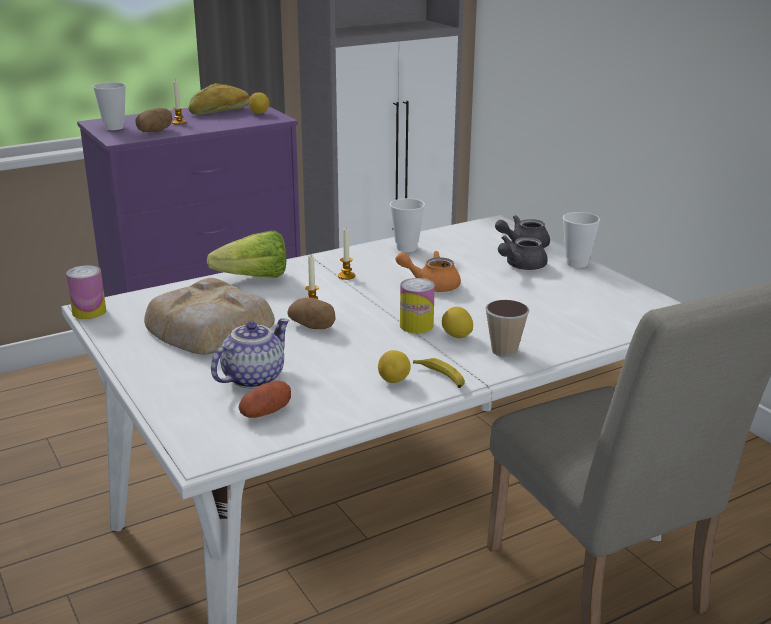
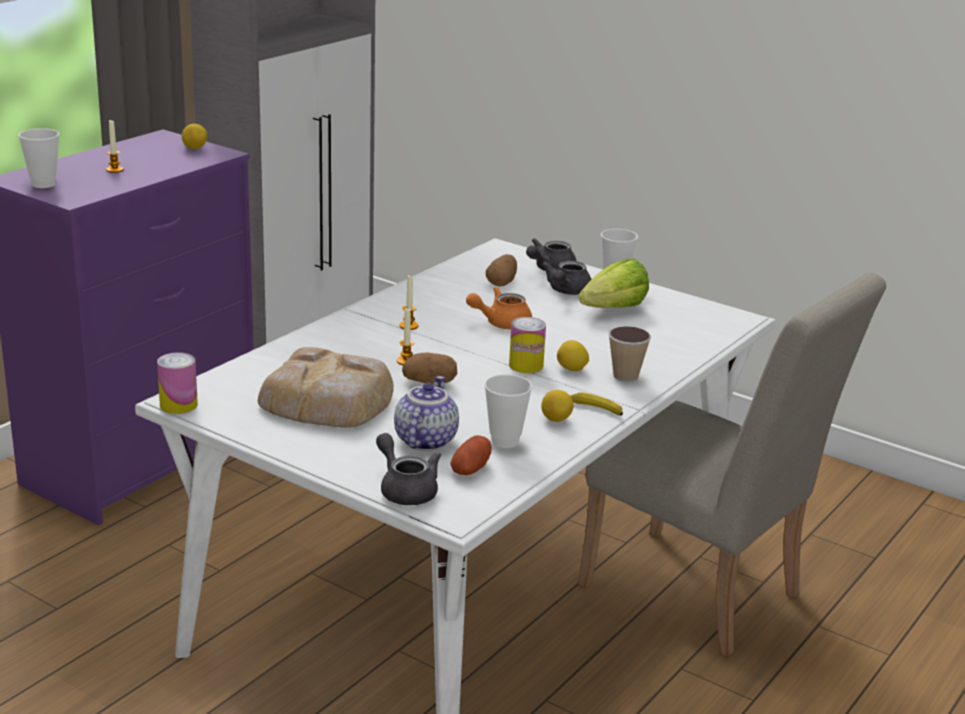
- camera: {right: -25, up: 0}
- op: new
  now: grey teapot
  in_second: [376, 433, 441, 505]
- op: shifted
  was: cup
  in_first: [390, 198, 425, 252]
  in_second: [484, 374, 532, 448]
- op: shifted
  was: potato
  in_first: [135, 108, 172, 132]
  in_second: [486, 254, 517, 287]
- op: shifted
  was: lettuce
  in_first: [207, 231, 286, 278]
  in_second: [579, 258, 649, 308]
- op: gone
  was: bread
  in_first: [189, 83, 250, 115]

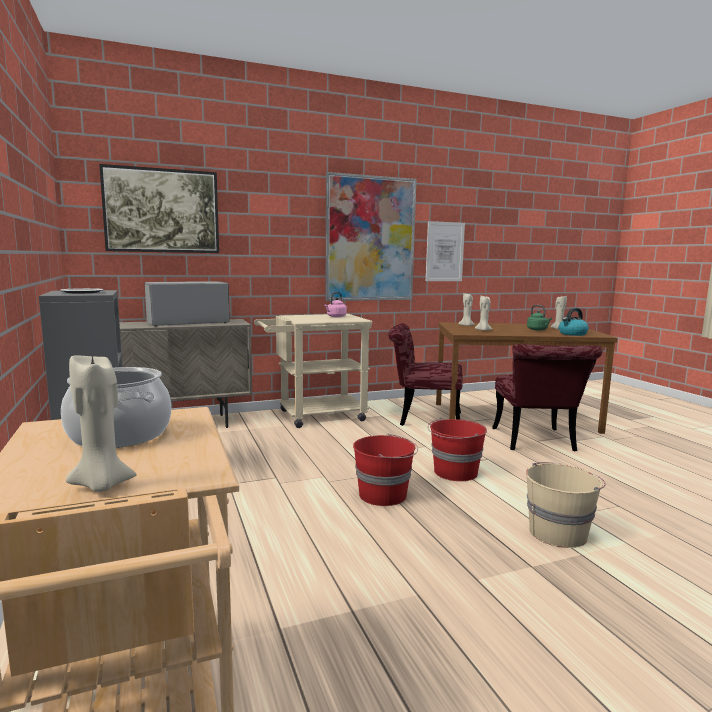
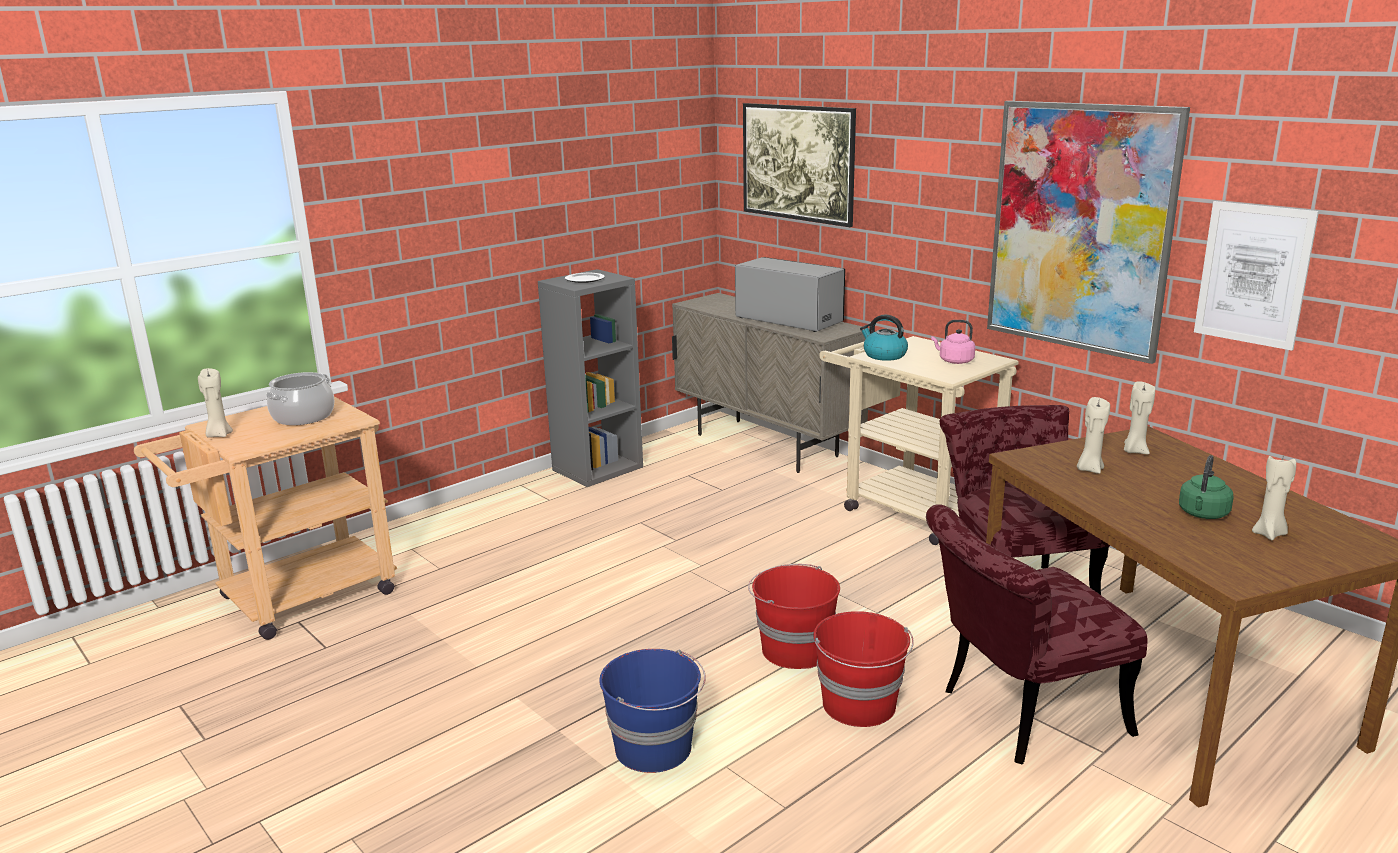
- camera: {right: 70, up: 10}
- op: repainted
  was: beige bucket
  now: blue bucket
  in_first: [526, 462, 606, 548]
  in_second: [599, 649, 706, 773]
- op: shifted
  was: red bucket
  in_first: [353, 434, 418, 506]
  in_second: [814, 611, 914, 727]
- op: shifted
  was: kettle
  in_first: [559, 308, 589, 336]
  in_second: [860, 315, 908, 361]

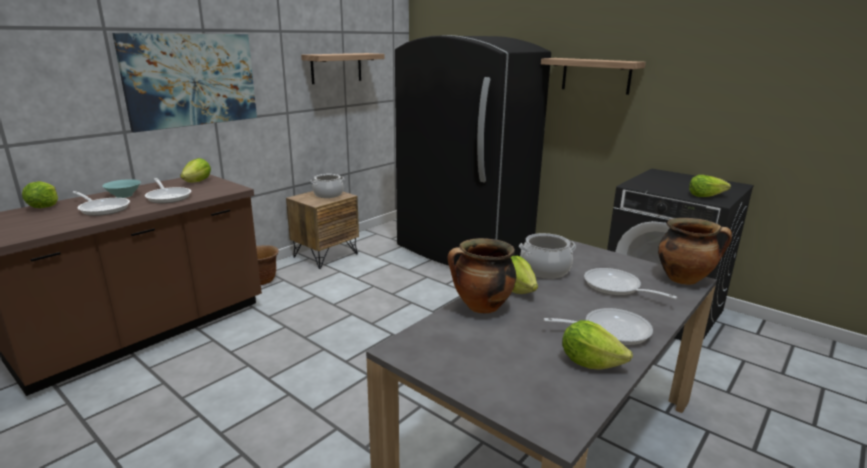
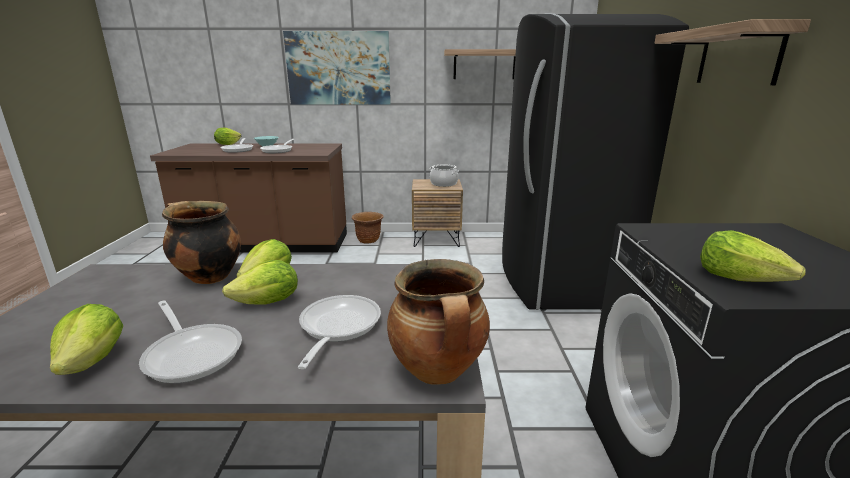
- camera: {right: 50, up: 0}
- op: shifted
  was: lettuce
  in_first: [180, 158, 211, 183]
  in_second: [222, 260, 298, 305]
- op: gone
  was: cooking pot
  in_first: [519, 233, 576, 279]

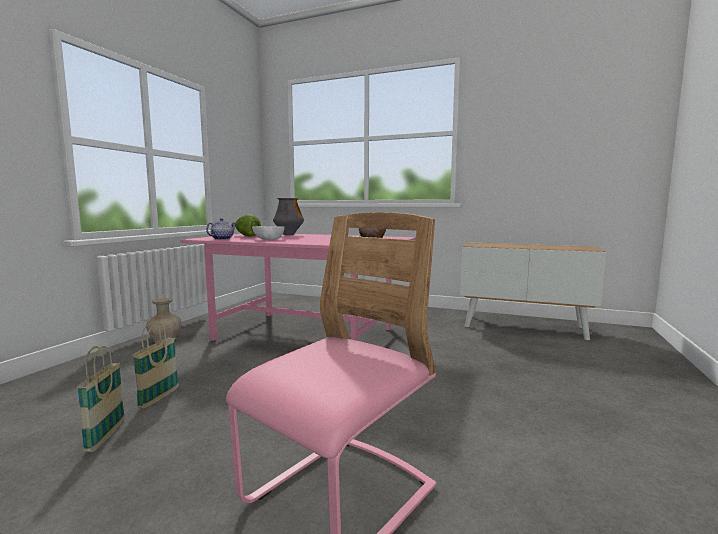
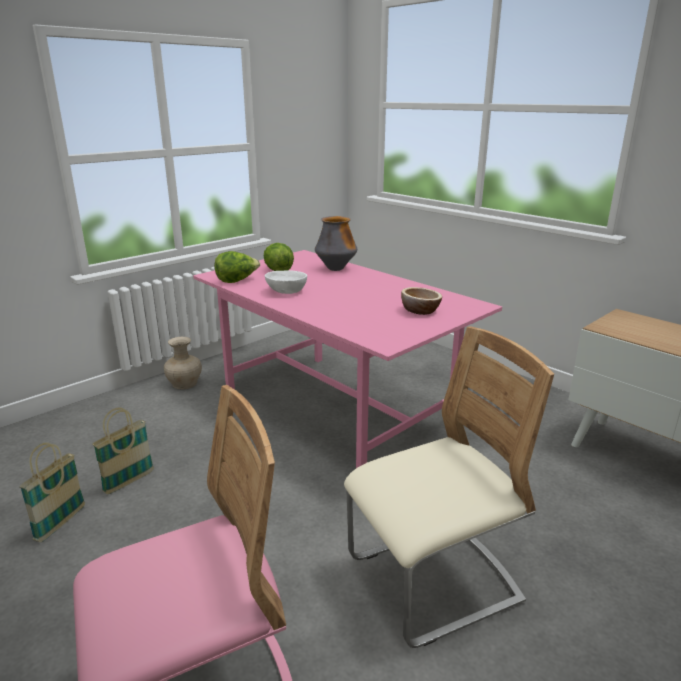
- camera: {right: 25, up: 15}
- op: swapped
  was: teapot
  now: lettuce
  in_first: [206, 218, 236, 240]
  in_second: [214, 251, 260, 283]
- op: new
  now: beige chair
  in_second: [344, 326, 554, 648]

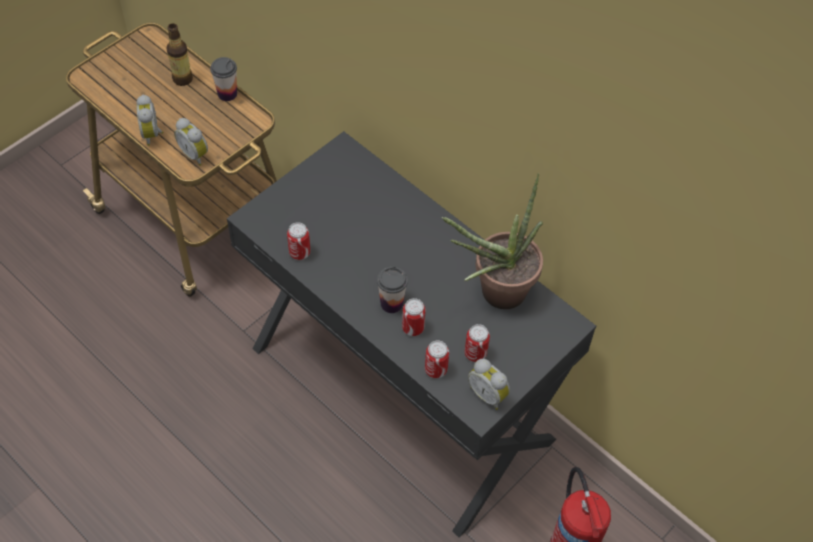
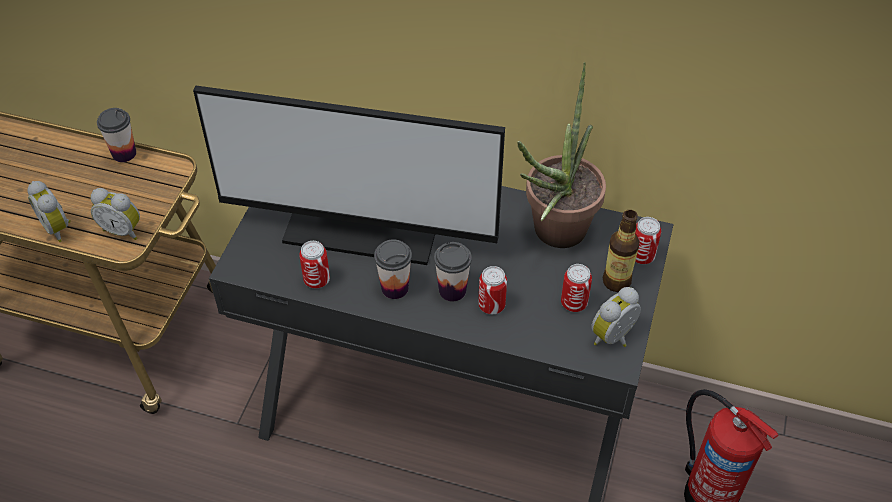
- camera: {right: -25, up: -5}
- op: new
  now: monitor
  in_second: [193, 86, 505, 265]
- op: new
  now: cup
  in_second: [374, 239, 412, 299]
- op: rotated
  was: alarm clock
  in_first: [468, 359, 510, 410]
  in_second: [592, 287, 641, 347]
  clockwise: 120
- op: shifted
  was: bottle
  in_first: [166, 23, 193, 86]
  in_second: [603, 210, 639, 292]
- op: shifted
  was: can
  in_first: [425, 341, 449, 378]
  in_second: [635, 217, 661, 264]

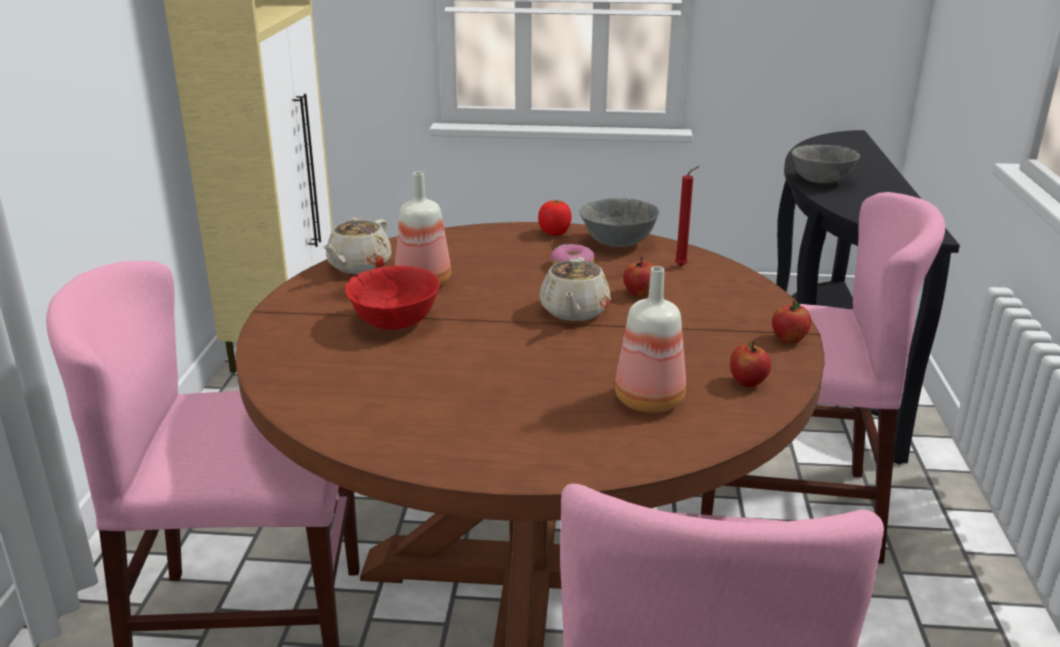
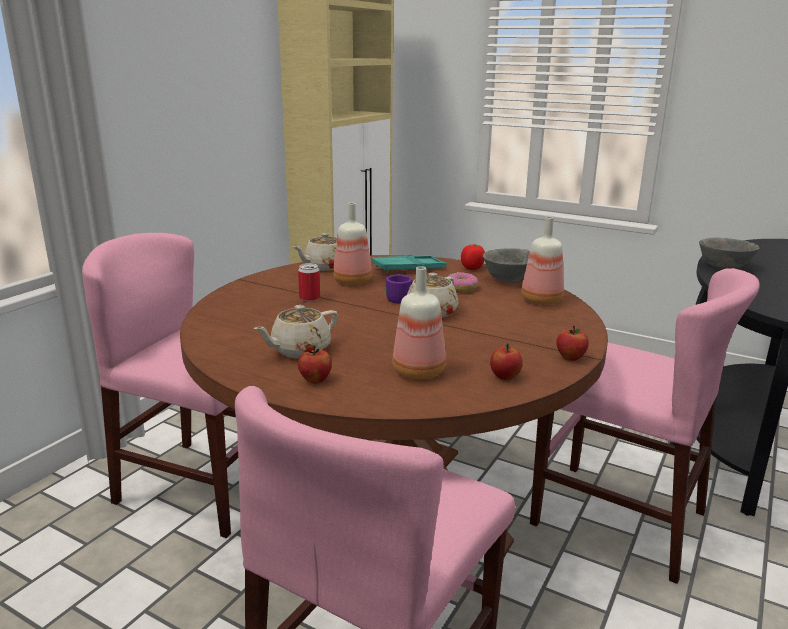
- camera: {right: 25, up: -5}
- op: new
  now: beige teapot
  in_second: [254, 305, 338, 358]
- op: swapped
  was: red bowl
  now: can
  in_first: [345, 266, 440, 330]
  in_second: [298, 263, 320, 302]
- op: shifted
  was: apple
  in_first: [623, 257, 654, 297]
  in_second: [298, 345, 332, 384]
- op: new
  now: turquoise tray
  in_second: [371, 255, 446, 273]
- op: new
  now: purple mug
  in_second: [386, 274, 412, 303]
- op: swapped
  was: red candle
  now: bottle
  in_first: [675, 166, 700, 266]
  in_second: [521, 216, 564, 305]

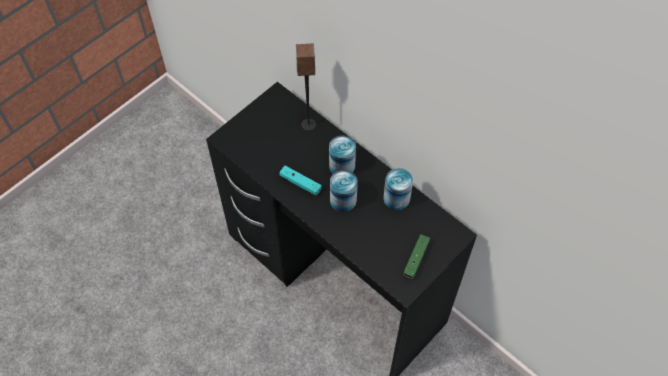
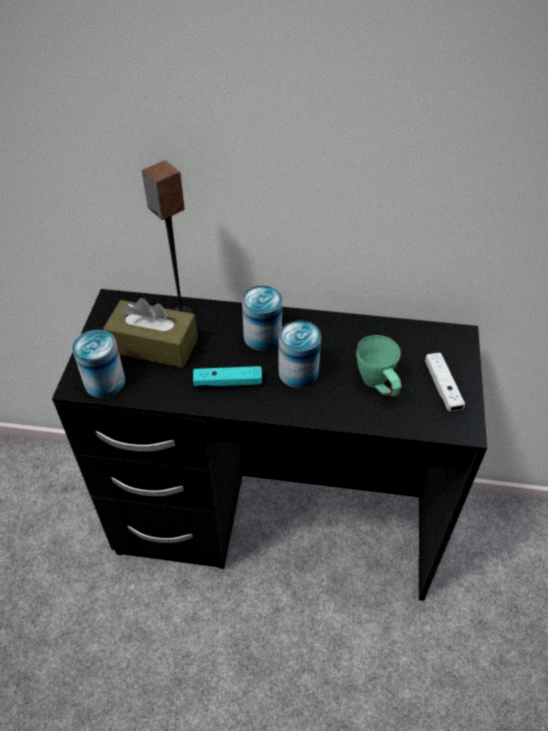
- camera: {right: -35, up: -10}
- op: shifted
  was: can
  in_first: [383, 168, 413, 210]
  in_second: [72, 330, 125, 398]
- op: new
  now: brown tissue box
  in_second: [103, 298, 198, 368]
- op: new
  now: green mug
  in_second: [356, 335, 402, 396]
- op: repainted
  was: green game controller
  now: white game controller
  in_first: [403, 234, 430, 279]
  in_second: [425, 353, 465, 411]

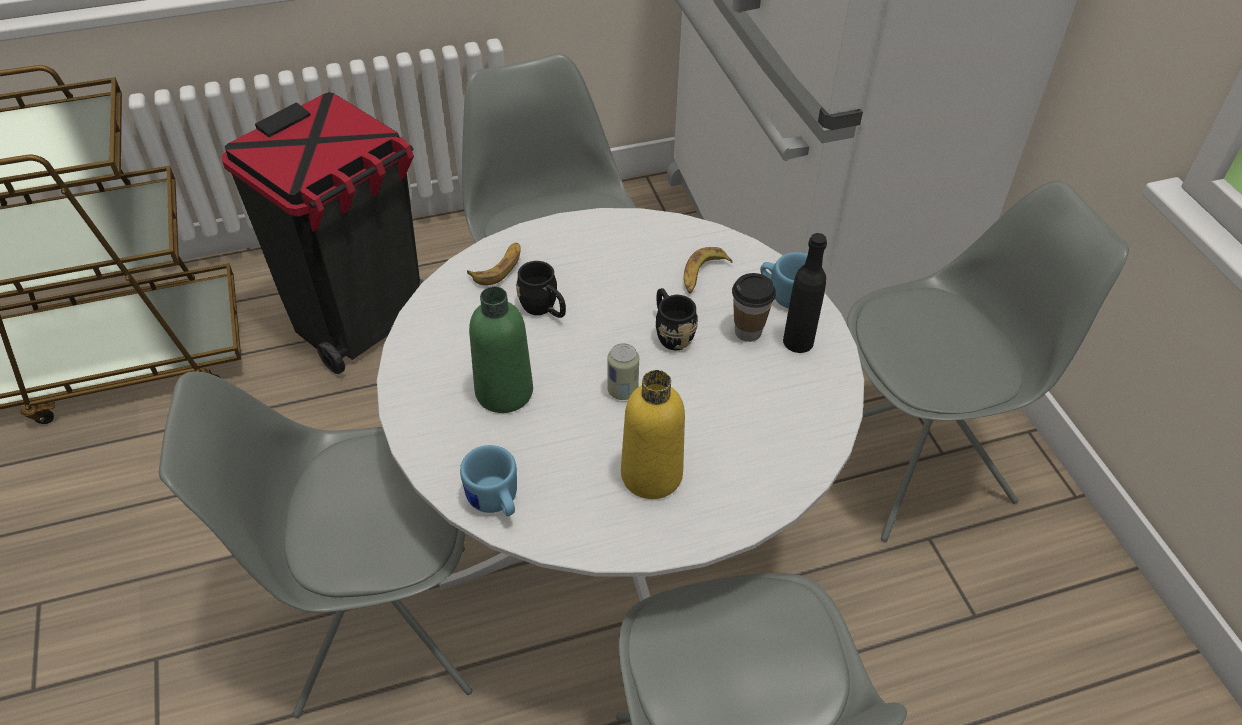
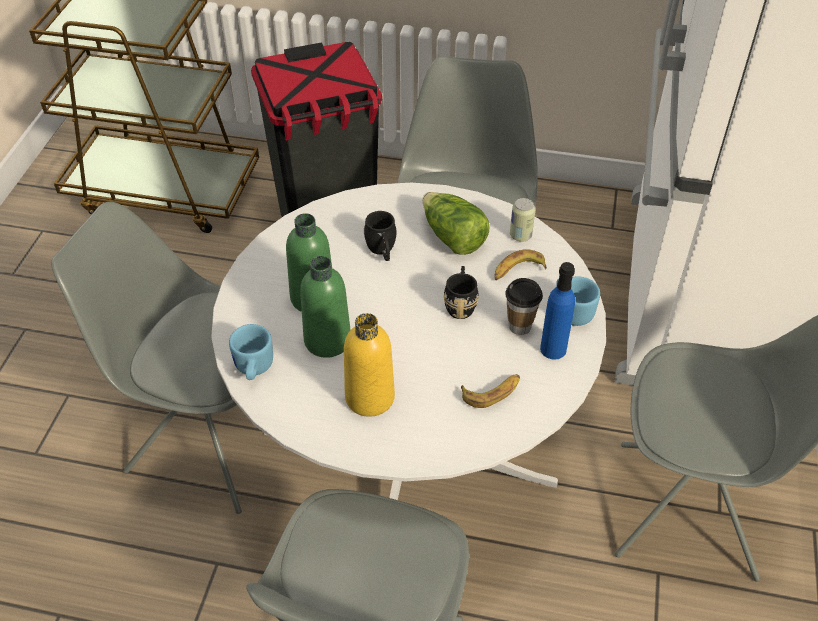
- camera: {right: 30, up: 0}
- op: new
  now: green bottle
  in_second: [300, 256, 351, 358]
- op: new
  now: lettuce
  in_second: [423, 192, 489, 255]
- op: shifted
  was: banana
  in_first: [467, 243, 521, 285]
  in_second: [461, 374, 520, 408]
- op: shifted
  was: can
  in_first: [607, 343, 639, 400]
  in_second: [510, 198, 536, 242]
- op: repainted
  was: black bottle
  now: blue bottle
  in_first: [783, 233, 827, 353]
  in_second: [540, 262, 575, 360]

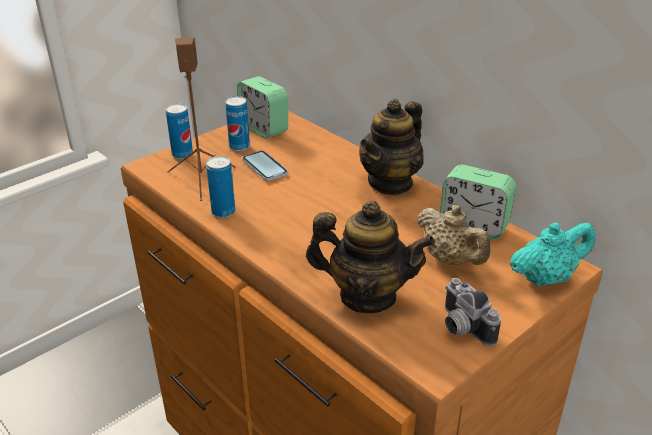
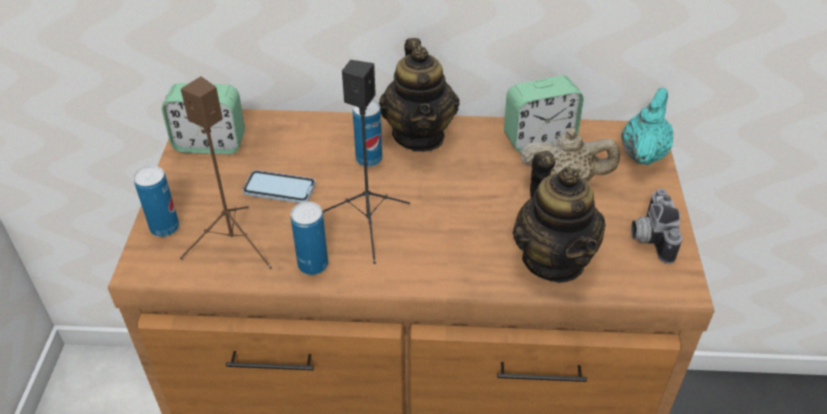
- camera: {right: -45, up: 10}
- op: new
  now: black speaker
  in_second: [322, 60, 410, 264]
- op: shifted
  was: can
  in_first: [225, 96, 250, 151]
  in_second: [353, 100, 382, 167]
- op: rotated
  was: teapot
  in_first: [306, 201, 435, 313]
  in_second: [513, 151, 606, 283]
  clockwise: 105
- op: rotated
  was: photo camera
  in_first: [445, 278, 501, 346]
  in_second: [631, 189, 682, 264]
  clockwise: 75

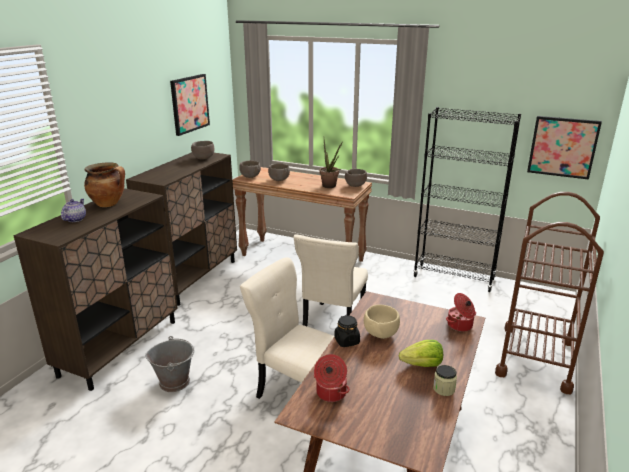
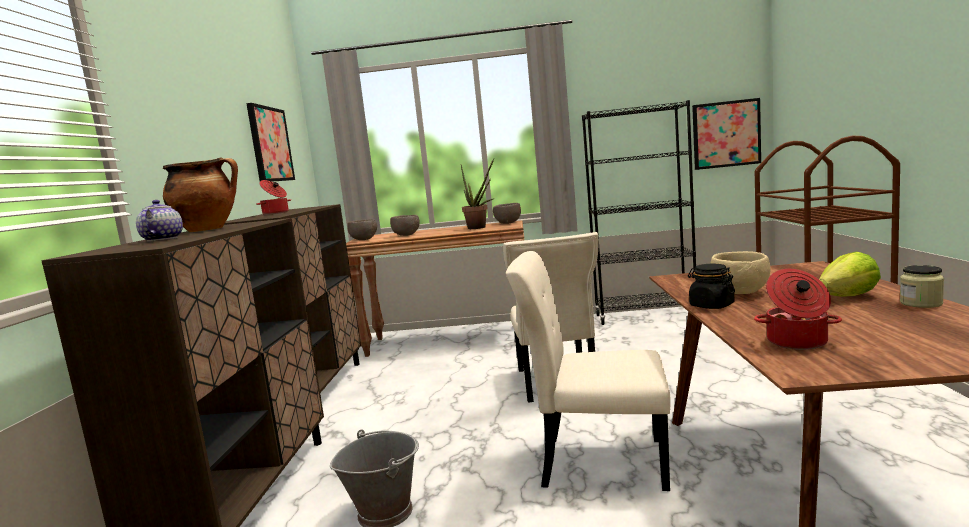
- camera: {right: -20, up: -15}
- op: shifted
  was: cooking pot
  in_first: [446, 293, 476, 332]
  in_second: [256, 180, 291, 215]
- op: gone
  was: brown bowl
  in_first: [191, 141, 214, 159]

